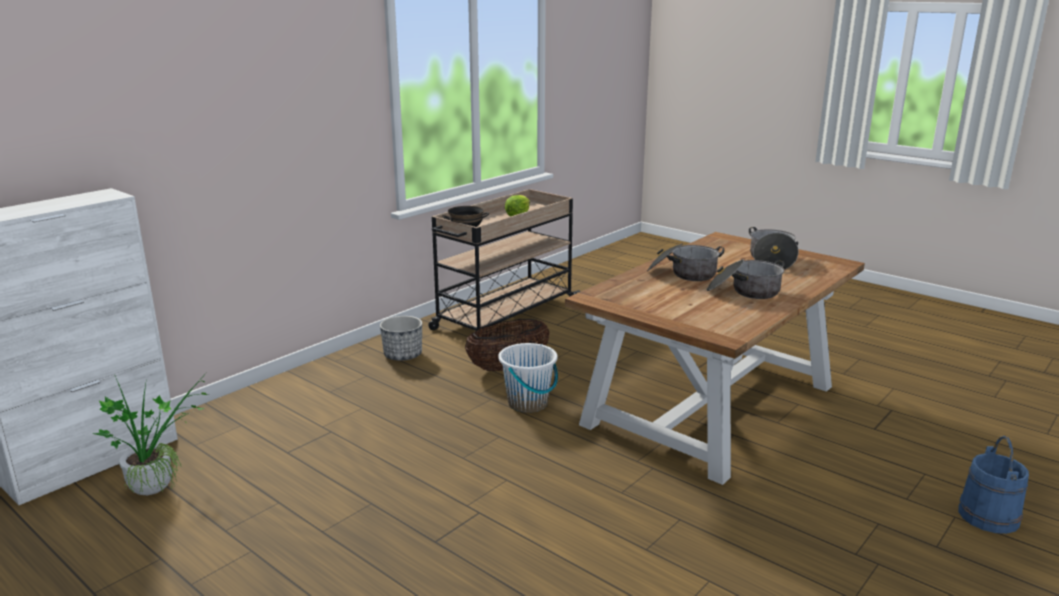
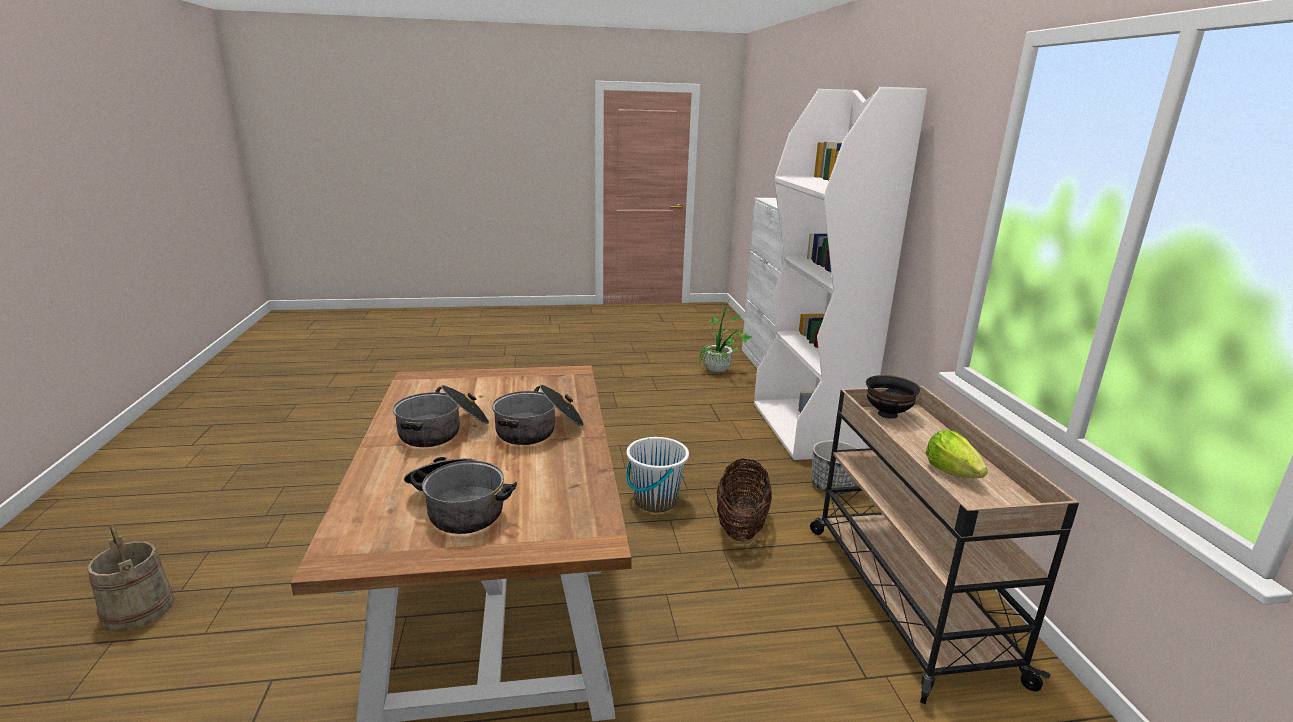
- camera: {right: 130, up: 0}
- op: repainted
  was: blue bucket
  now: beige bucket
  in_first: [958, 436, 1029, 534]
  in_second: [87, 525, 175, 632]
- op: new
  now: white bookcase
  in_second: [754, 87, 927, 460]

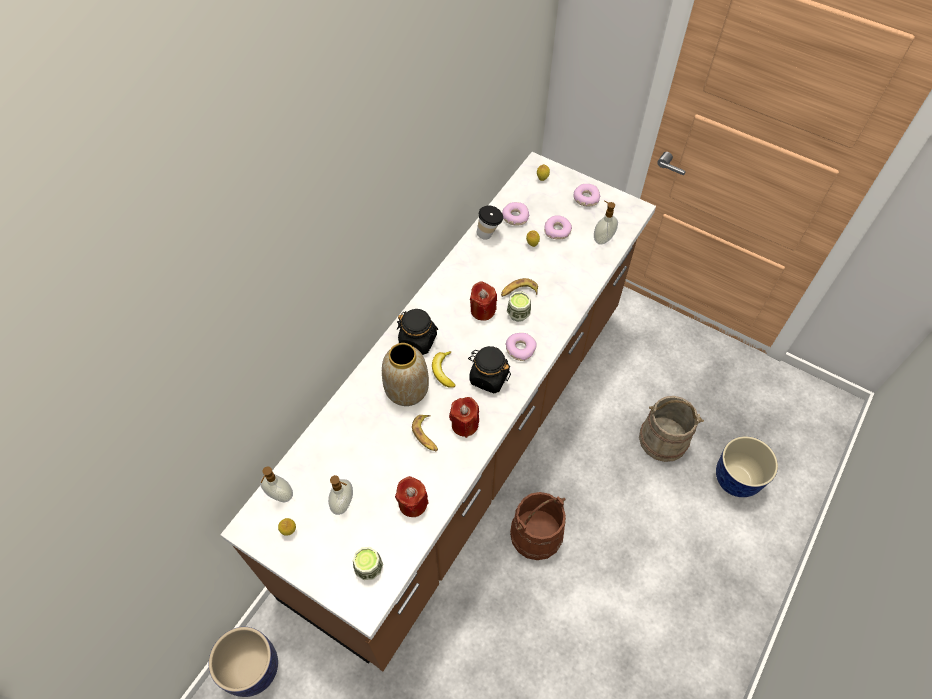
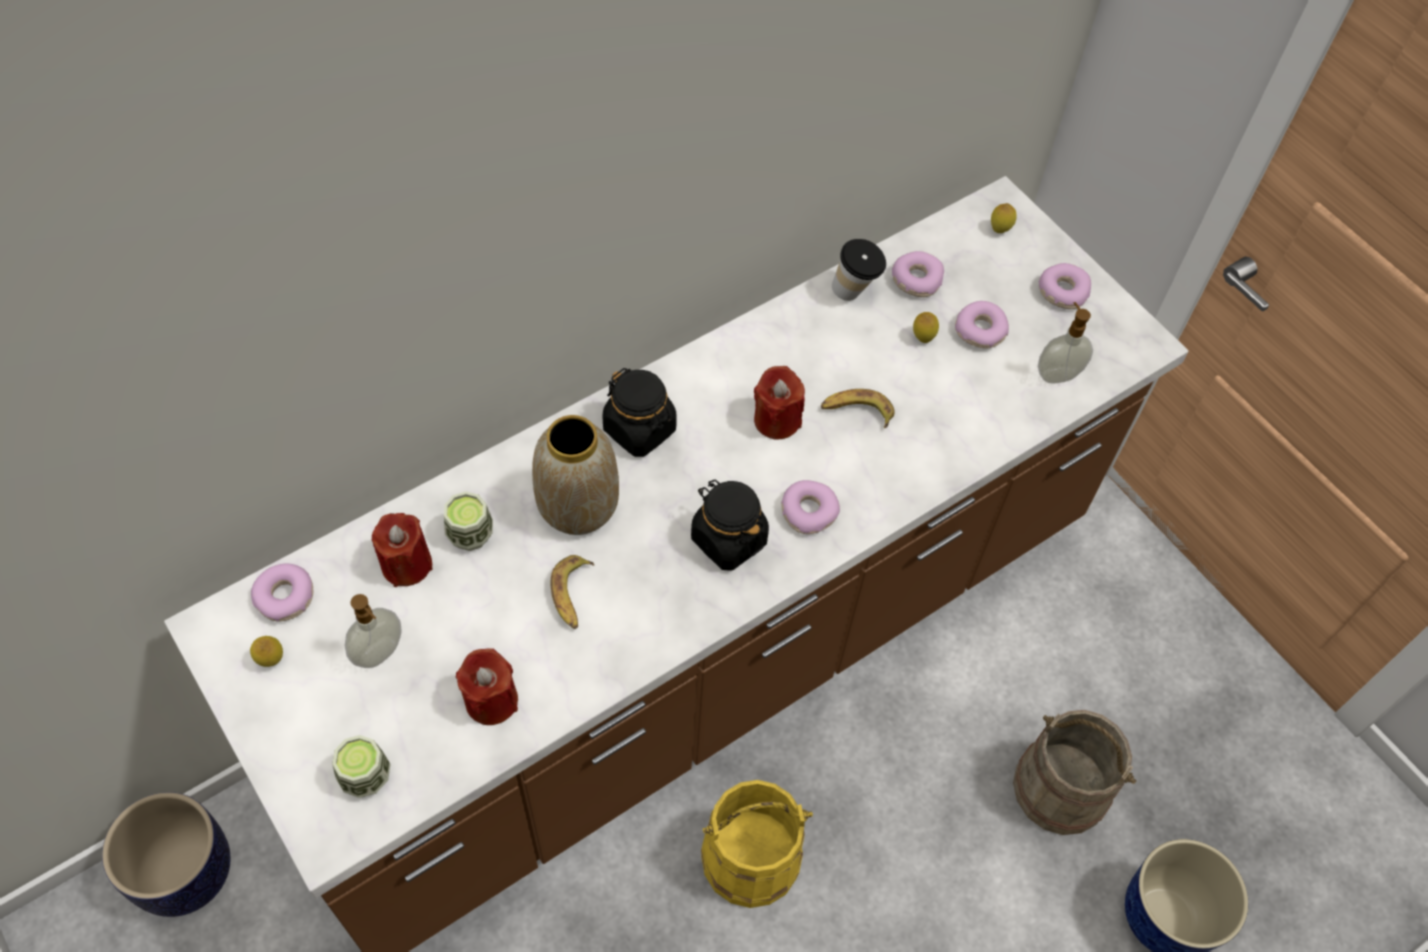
- camera: {right: 20, up: 0}
- op: swapped
  was: soap dispenser
  now: donut
  in_first: [260, 466, 293, 502]
  in_second: [251, 563, 313, 622]
- op: shifted
  was: red candle
  in_first: [449, 397, 479, 438]
  in_second: [372, 513, 433, 587]
- op: shifted
  was: cup
  in_first: [507, 291, 531, 322]
  in_second: [444, 492, 493, 551]
- op: repainted
  was: brown bucket
  now: yellow bucket
  in_first: [510, 492, 566, 560]
  in_second: [701, 780, 813, 908]
- op: gone
  was: banana
  in_first: [432, 351, 455, 388]

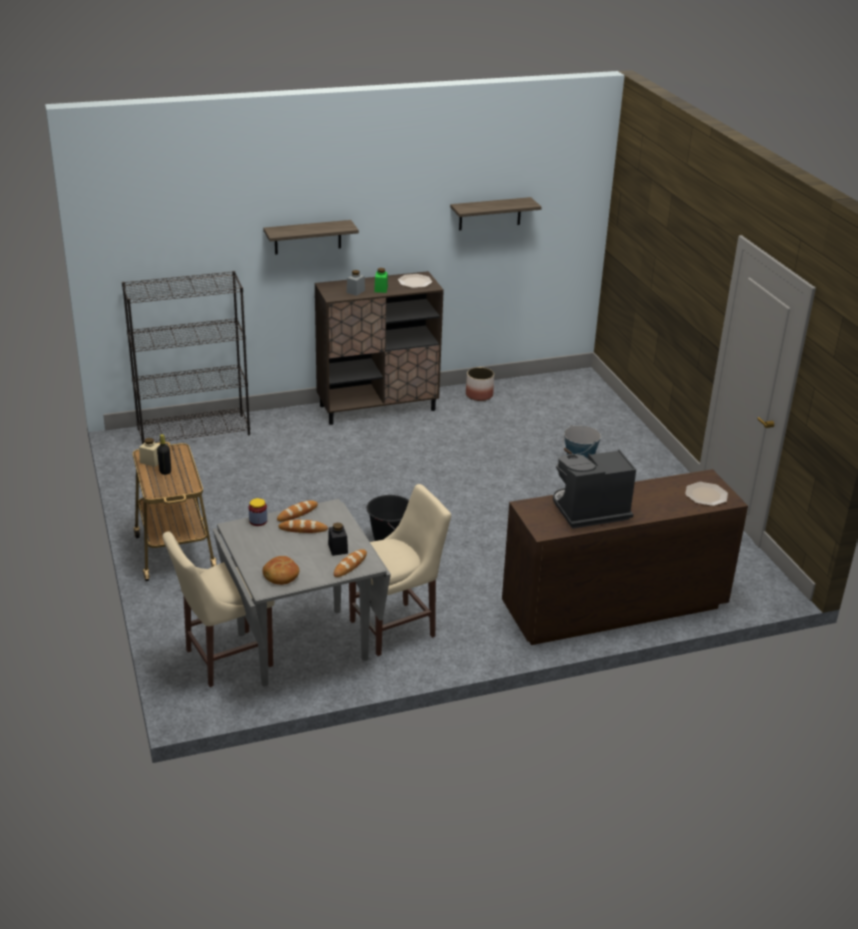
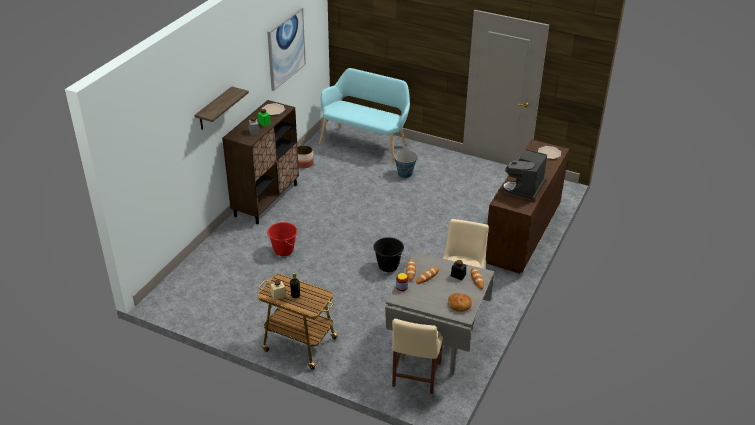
- camera: {right: -45, up: 5}
- op: swapped
  was: shelf
  now: picture
  in_first: [450, 197, 542, 230]
  in_second: [267, 7, 306, 91]
- op: new
  now: red bucket
  in_second: [267, 222, 297, 256]
- op: new
  now: turquoise bench
  in_second: [319, 68, 410, 165]
- op: gone
  was: black bookcase
  in_first: [122, 271, 250, 444]

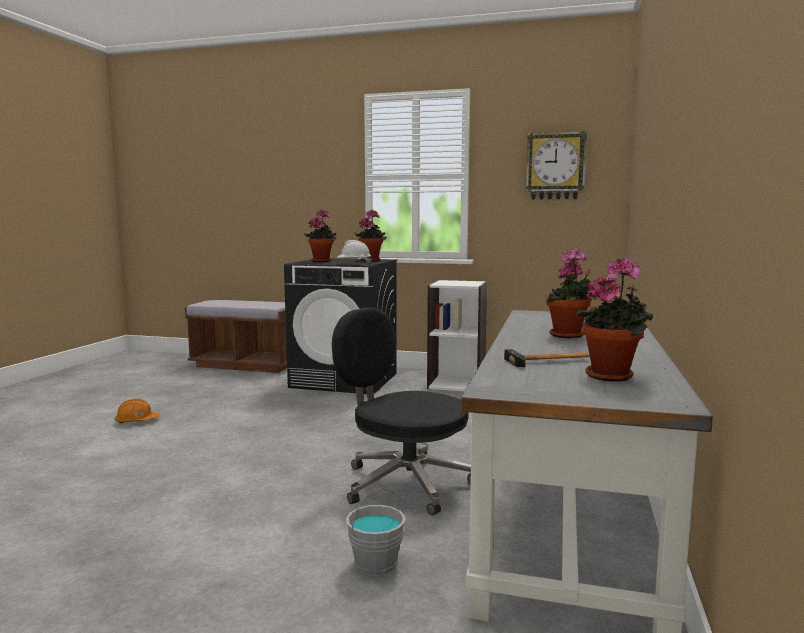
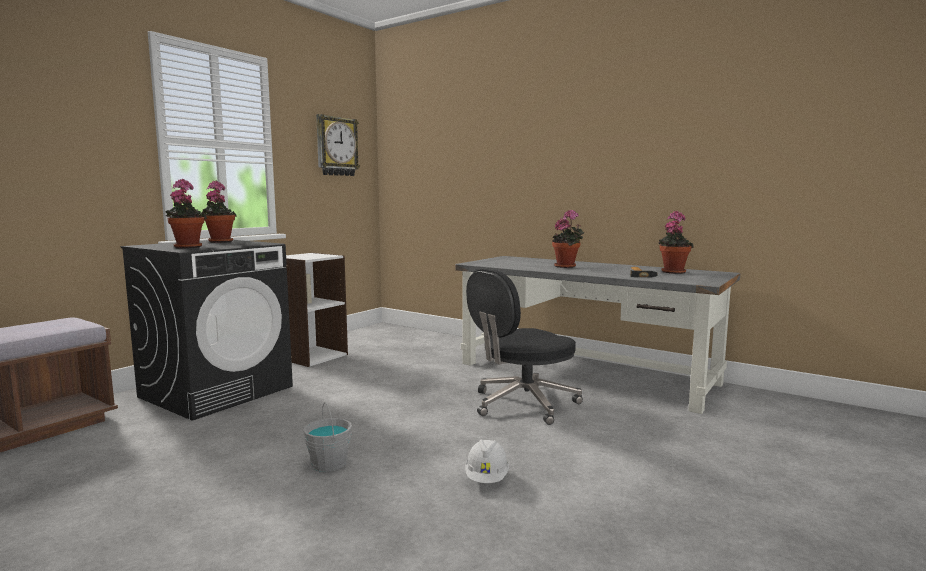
- camera: {right: -70, up: 0}
- op: shifted
  was: grey bucket
  in_first: [346, 488, 405, 576]
  in_second: [303, 402, 352, 472]
- op: shifted
  was: white hard hat
  in_first: [337, 240, 372, 264]
  in_second: [465, 439, 509, 483]
- op: gone
  was: orange hard hat
  in_first: [115, 399, 159, 423]

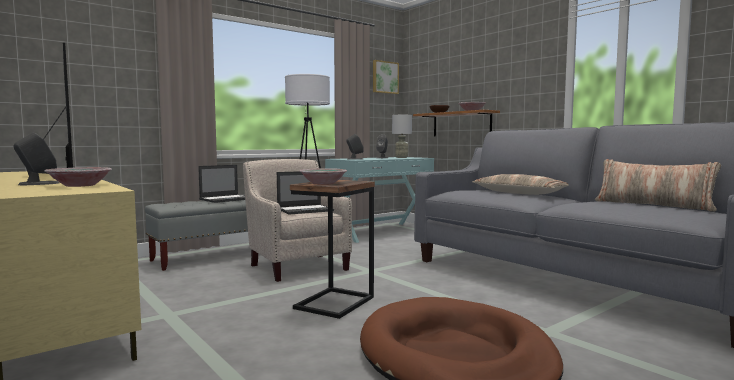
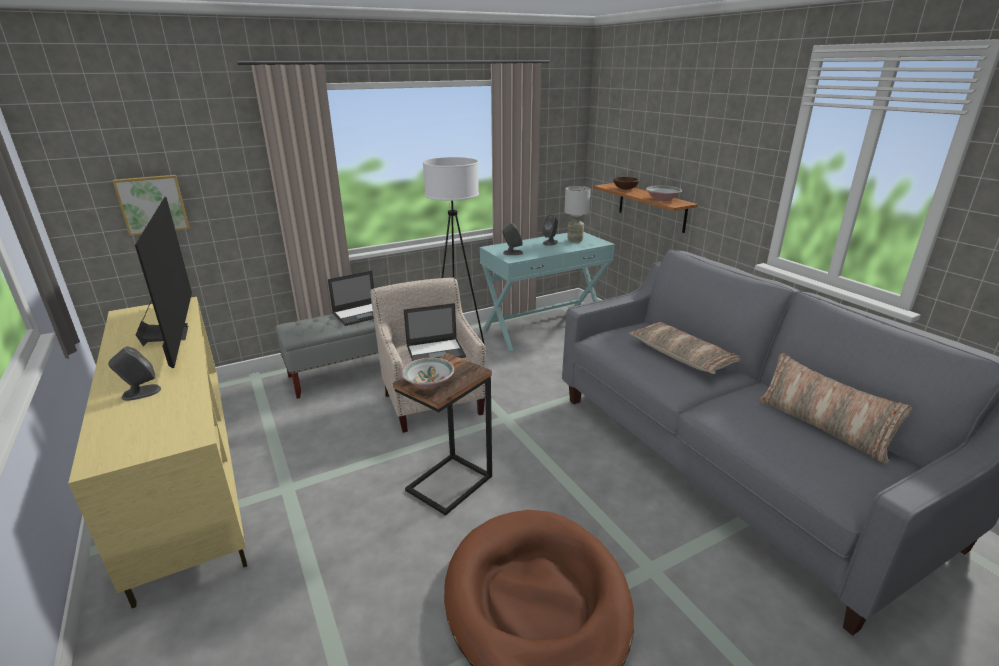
- camera: {right: 10, up: 20}
- op: shifted
  was: picture
  in_first: [373, 60, 399, 94]
  in_second: [113, 175, 190, 236]
- op: gone
  was: bowl
  in_first: [45, 167, 112, 187]

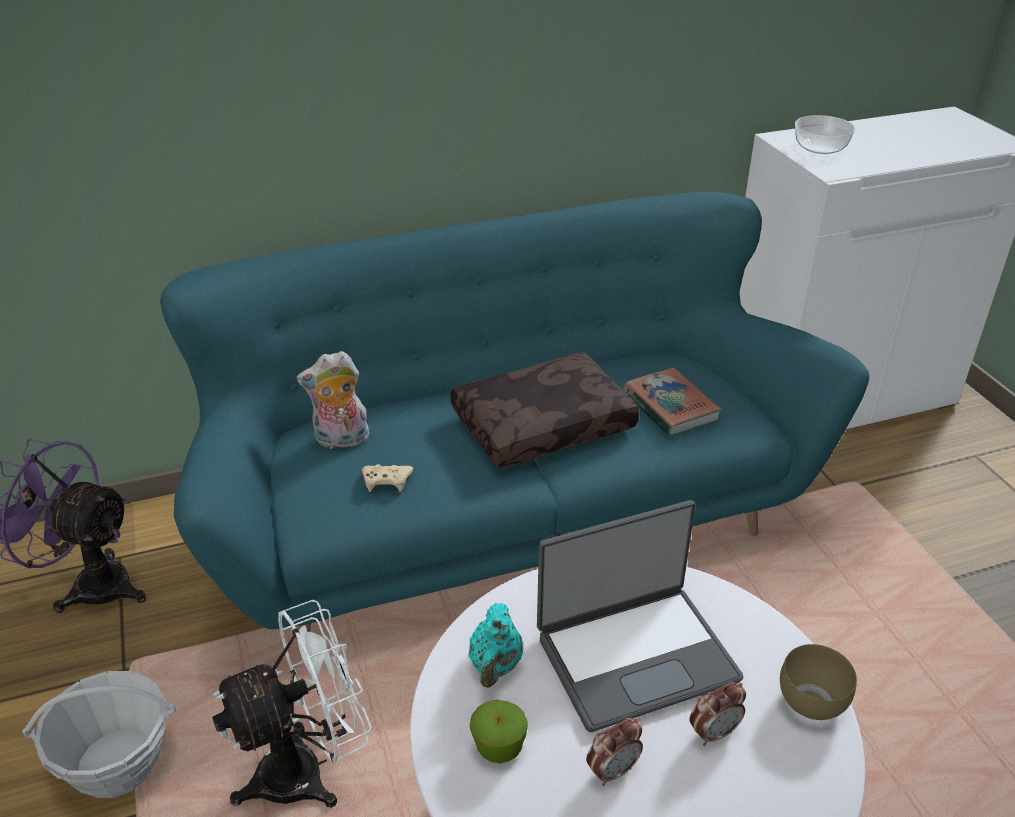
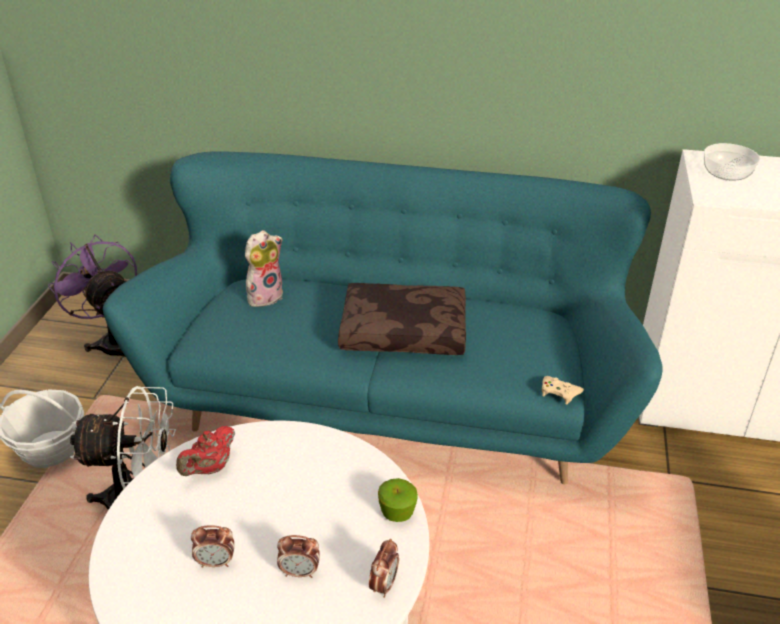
- camera: {right: 30, up: 0}
- op: repainted
  was: turquoise teapot
  now: red teapot
  in_first: [468, 603, 523, 688]
  in_second: [176, 426, 235, 476]
- op: rotated
  was: plush toy
  in_first: [297, 351, 369, 449]
  in_second: [245, 230, 283, 307]
  clockwise: 120
- op: swapped
  was: brown bowl
  now: alarm clock
  in_first: [780, 644, 857, 720]
  in_second: [369, 539, 399, 598]
- op: shifted
  was: apple
  in_first: [470, 700, 528, 764]
  in_second: [378, 478, 418, 522]
- op: shifted
  was: beige game controller
  in_first: [362, 464, 413, 492]
  in_second: [542, 376, 584, 405]
- op: gone
  was: laptop
  in_first: [537, 500, 743, 732]
- op: gone
  was: book
  in_first: [623, 368, 722, 437]

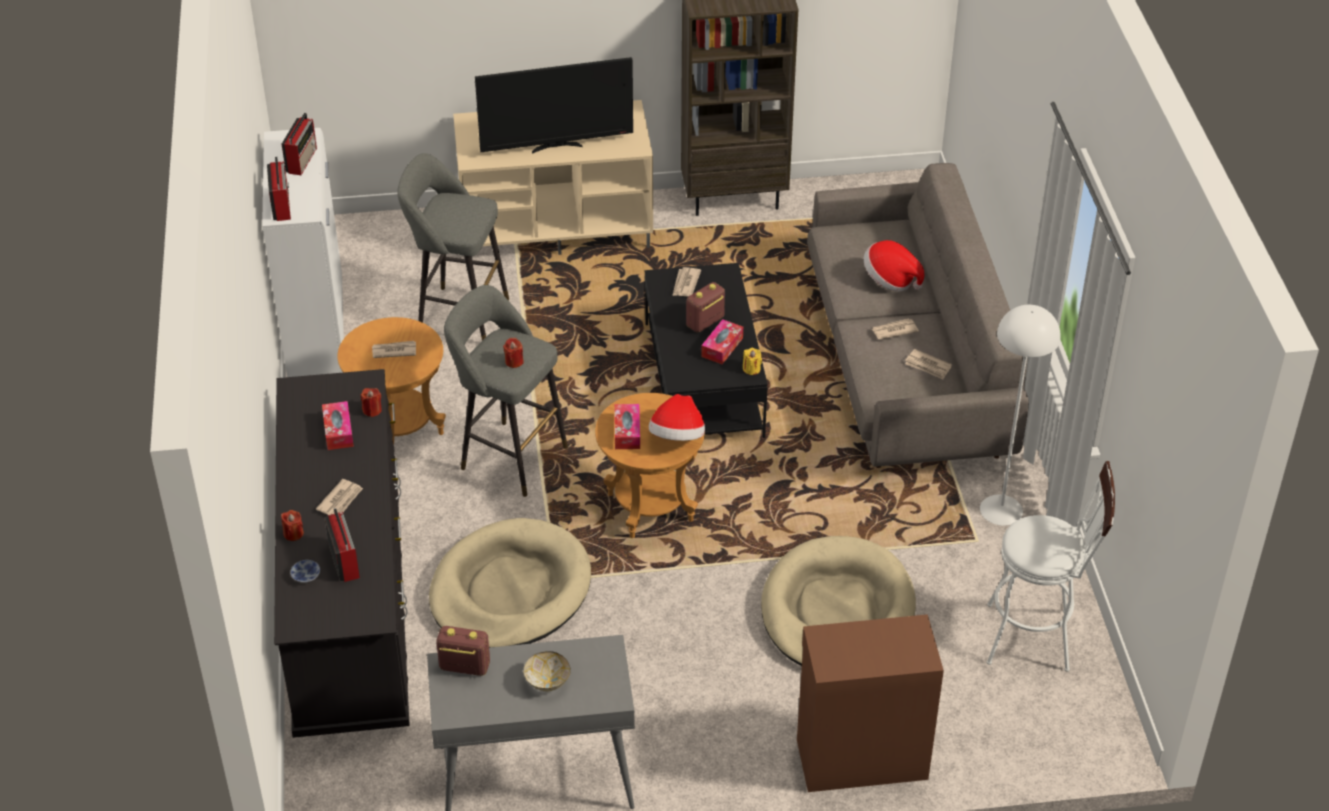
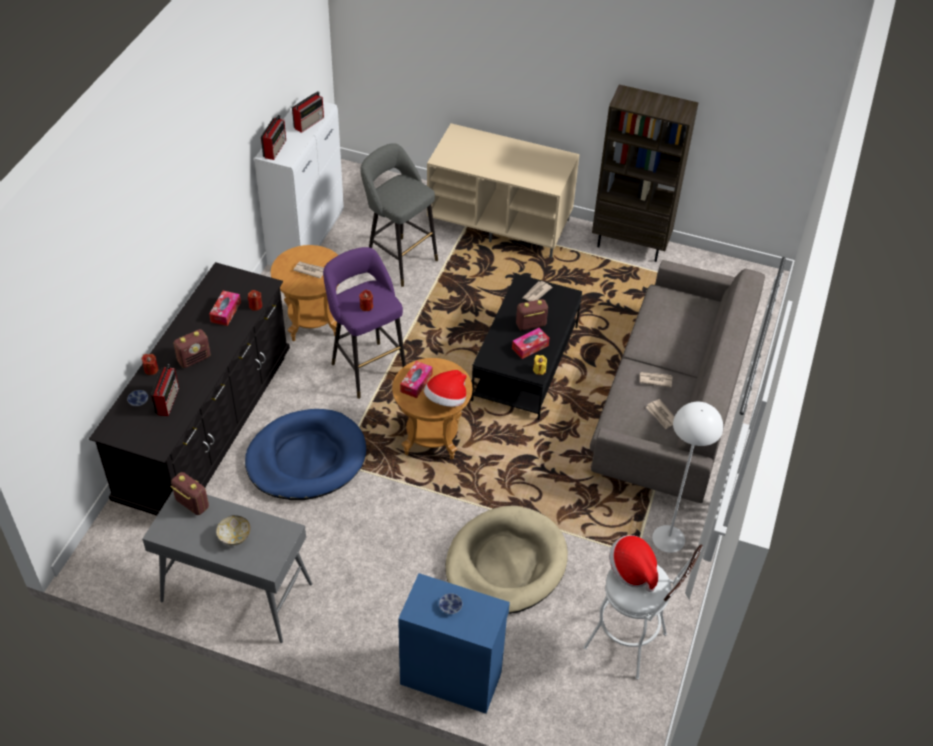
- camera: {right: 25, up: 5}
- op: swapped
  was: newspaper
  now: radio
  in_first: [316, 479, 363, 515]
  in_second: [173, 329, 211, 368]
- op: repainted
  was: beige dog bed
  now: blue dog bed
  in_first: [429, 518, 591, 648]
  in_second: [245, 409, 366, 500]
- op: repainted
  was: grey stool
  now: purple stool
  in_first: [444, 285, 568, 497]
  in_second: [323, 247, 406, 399]
- op: repainted
  was: brown cabinet
  now: blue cabinet
  in_first: [797, 614, 944, 792]
  in_second: [398, 573, 510, 714]
- op: new
  now: bowl
  in_second: [439, 593, 462, 614]
- op: shifted
  was: hat
  in_first: [864, 240, 924, 292]
  in_second: [609, 535, 658, 592]
- op: gone
  was: television
  in_first: [475, 57, 633, 154]

